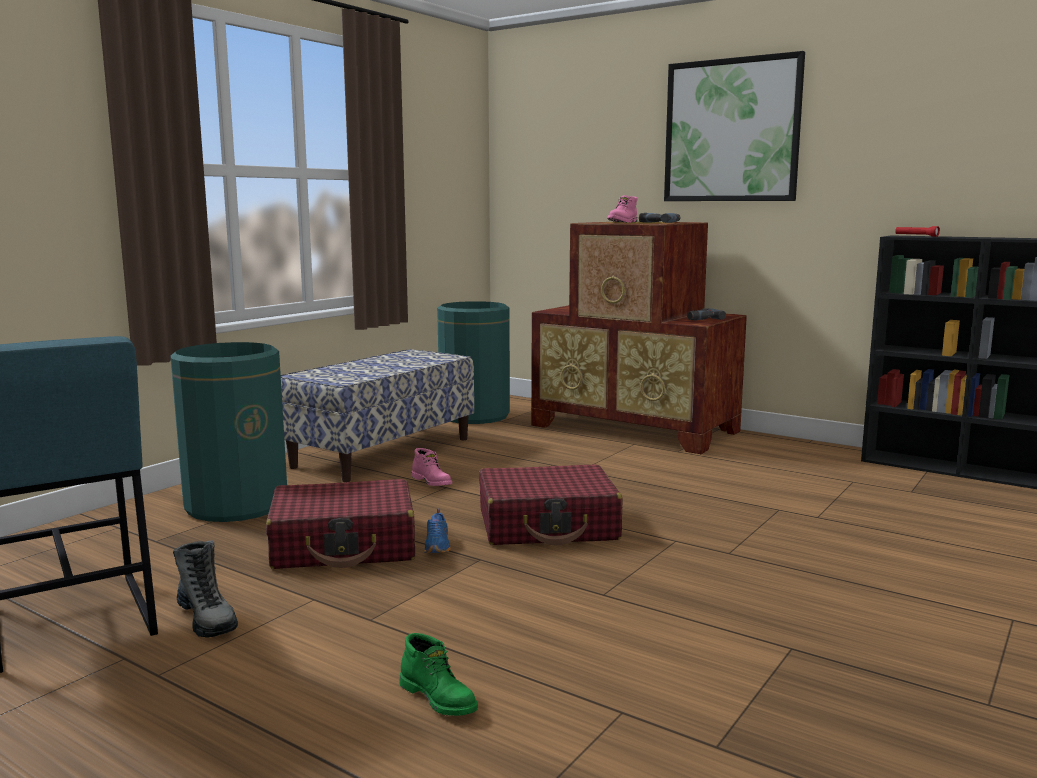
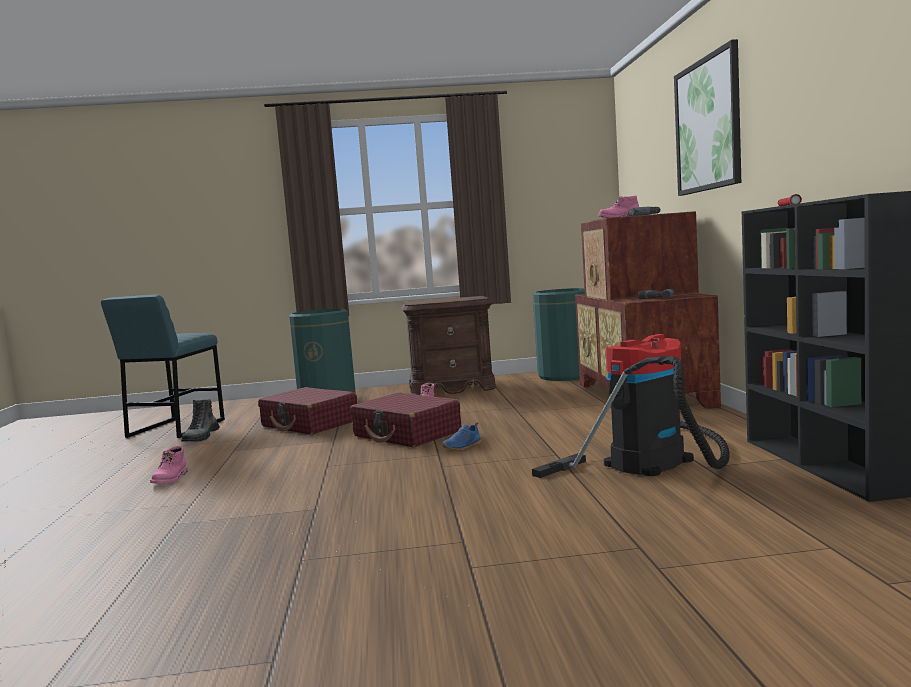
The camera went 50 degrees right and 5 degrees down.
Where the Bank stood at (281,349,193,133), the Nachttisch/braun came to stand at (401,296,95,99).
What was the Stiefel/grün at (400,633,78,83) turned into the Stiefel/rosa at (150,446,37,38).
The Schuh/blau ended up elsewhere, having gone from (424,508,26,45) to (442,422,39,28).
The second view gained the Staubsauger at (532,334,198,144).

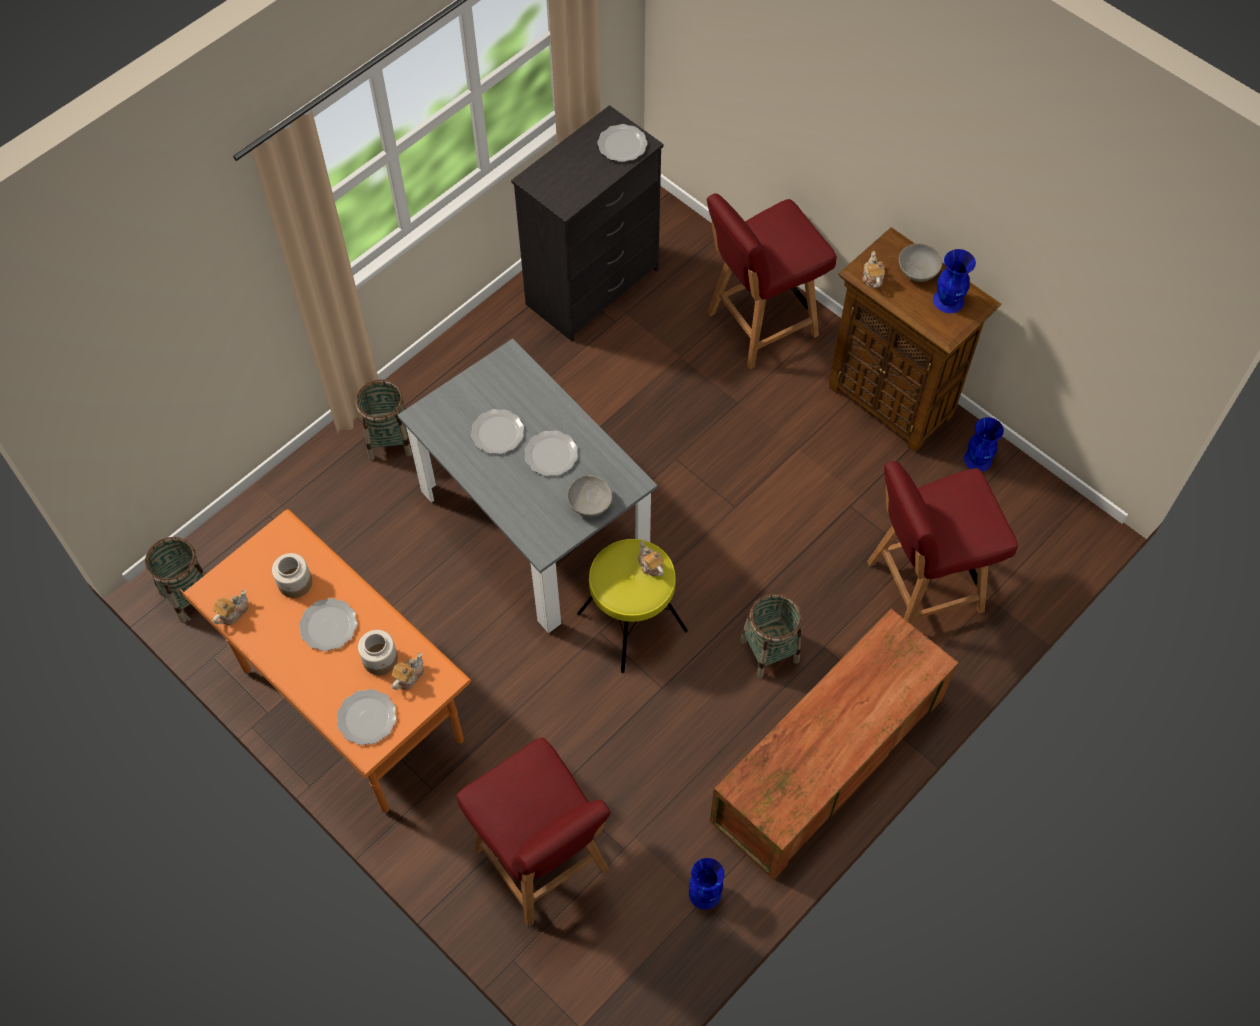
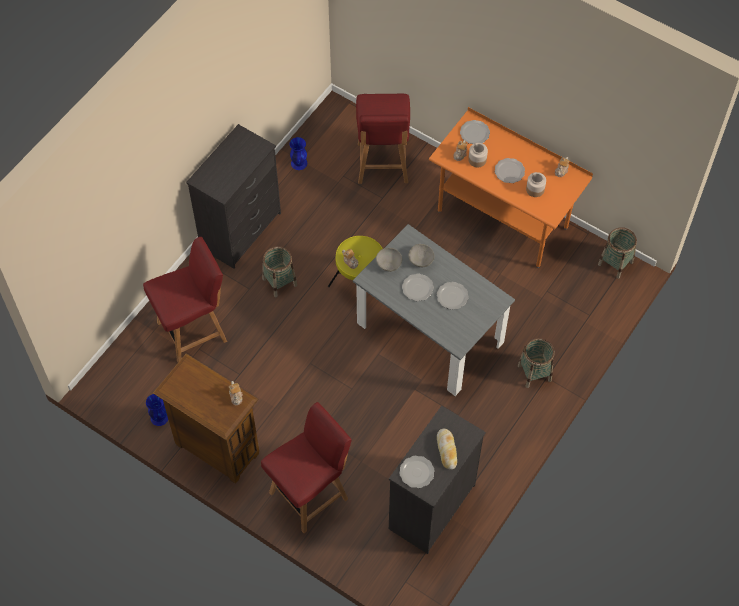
The camera went 170 degrees right and 0 degrees up.
The Stuhl/rot at (456,737,155,190) ended up facing another way, 135 degrees counterclockwise from before.
Where the Bank/braun stood at (710,609,249,271), the Kommode/schwarz came to stand at (186,124,95,145).
The Schüssel/grau ended up elsewhere, having gone from (899,243,43,39) to (408,244,26,23).
The second view lost the Vase/blau at (933,249,43,64).
The second view gained the Brot at (437,429,20,40).

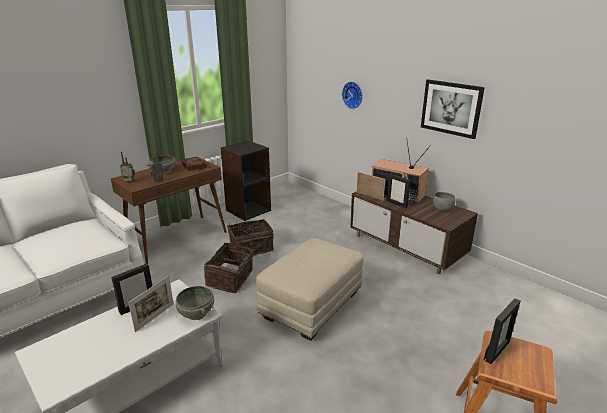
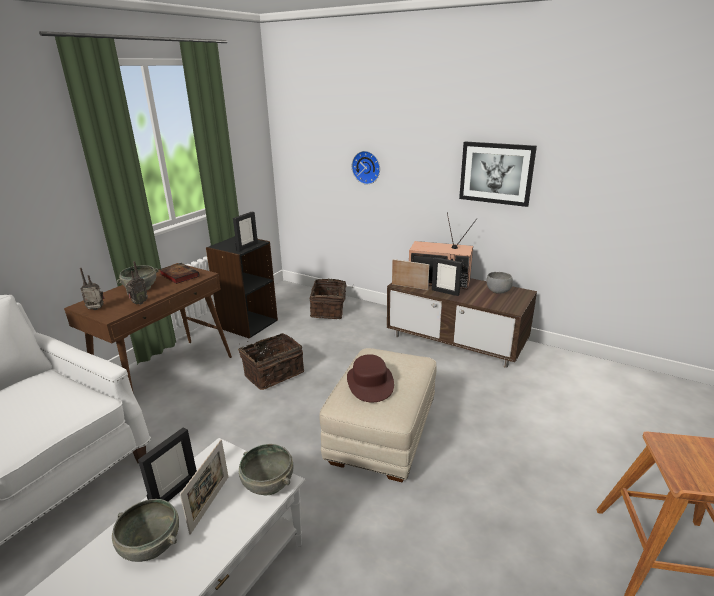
The camera went 15 degrees left and 0 degrees up.
The Korb ended up elsewhere, having gone from (204,243,58,50) to (309,278,38,41).
The Bilderrahmen ended up elsewhere, having gone from (484,298,37,66) to (233,212,25,39).
The second view gained the Schüssel/grau at (112,499,67,63).
The second view gained the Hut/braun at (347,354,47,48).

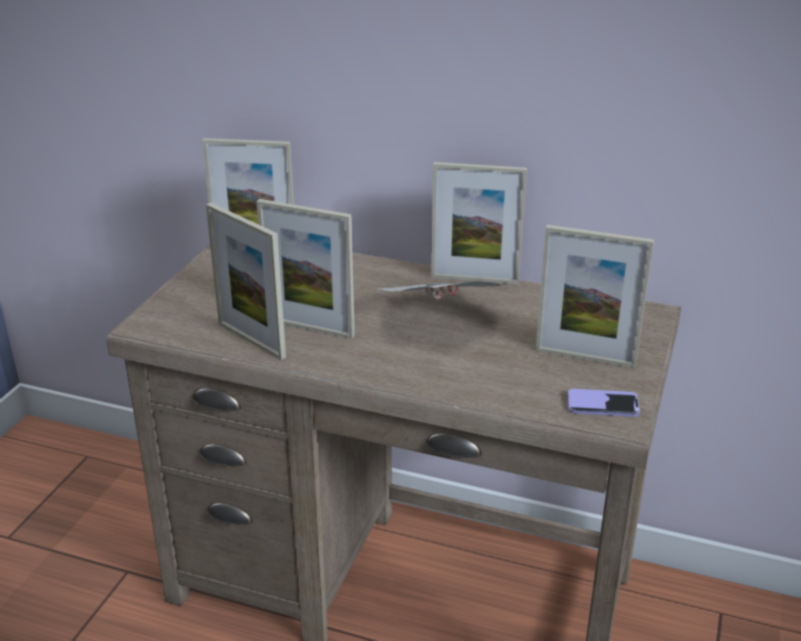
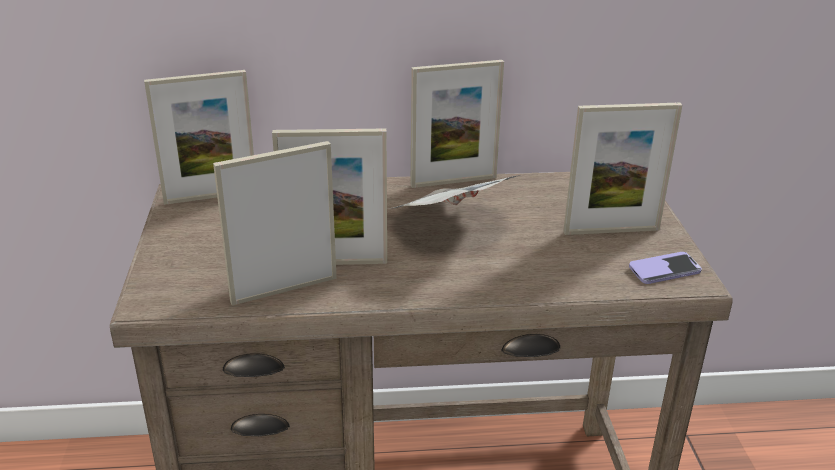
The camera went 25 degrees left and 0 degrees up.
The Bilderrahmen at (206,203,80,157) ended up facing another way, 135 degrees clockwise from before.

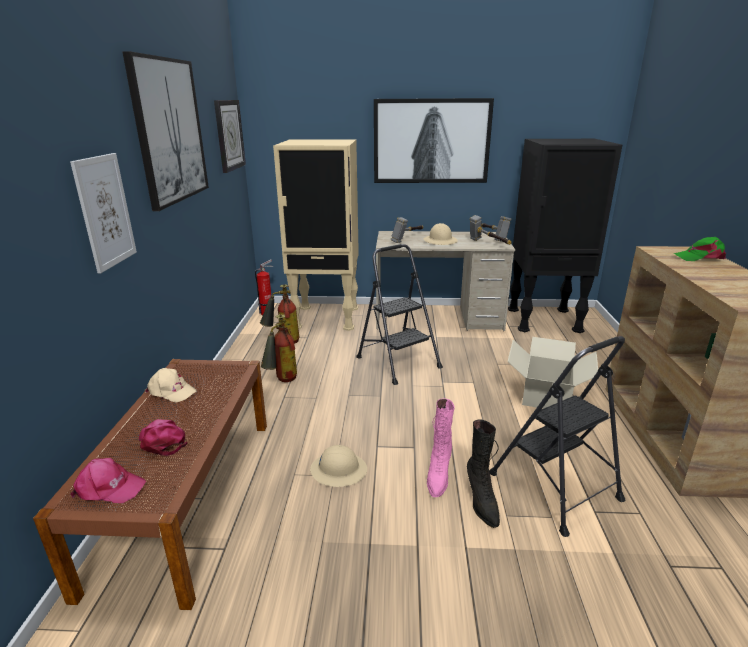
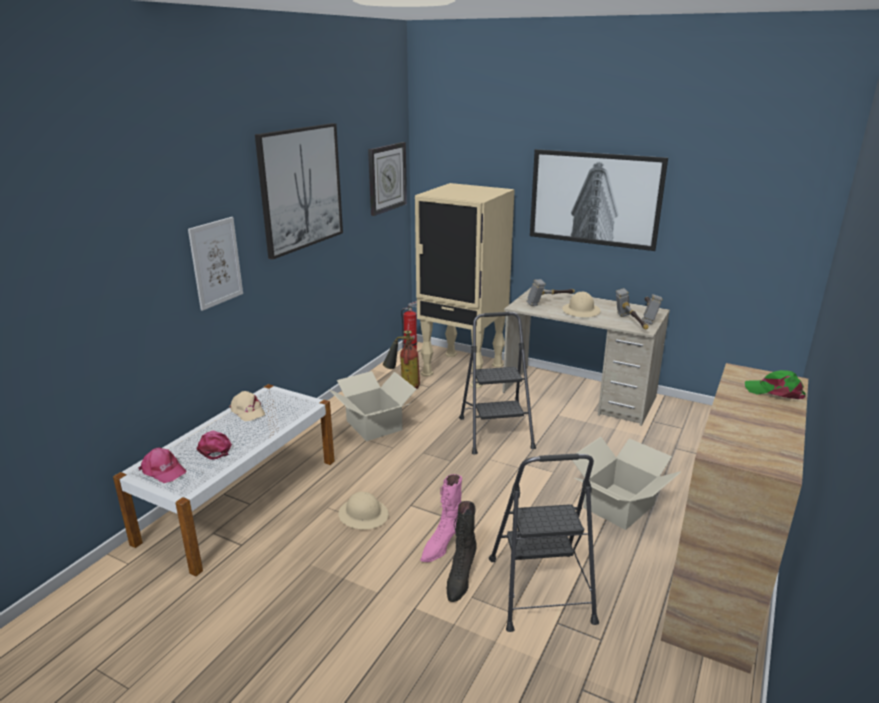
The camera went 25 degrees right and 0 degrees up.
What was the Bank/braun at (33,359,234,251) turned into the Bank/weiß at (113,384,222,193).
Where the Feuerlöscher stood at (261,314,36,68), the Karton came to stand at (329,371,87,70).
The second view lost the Schrank/schwarz at (508,139,114,194).

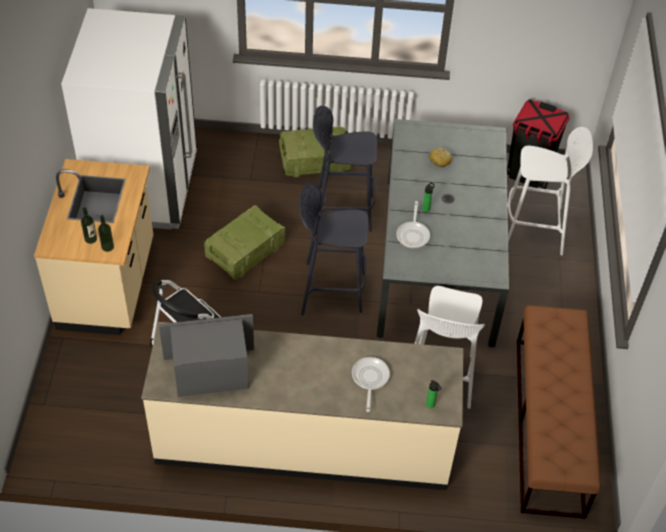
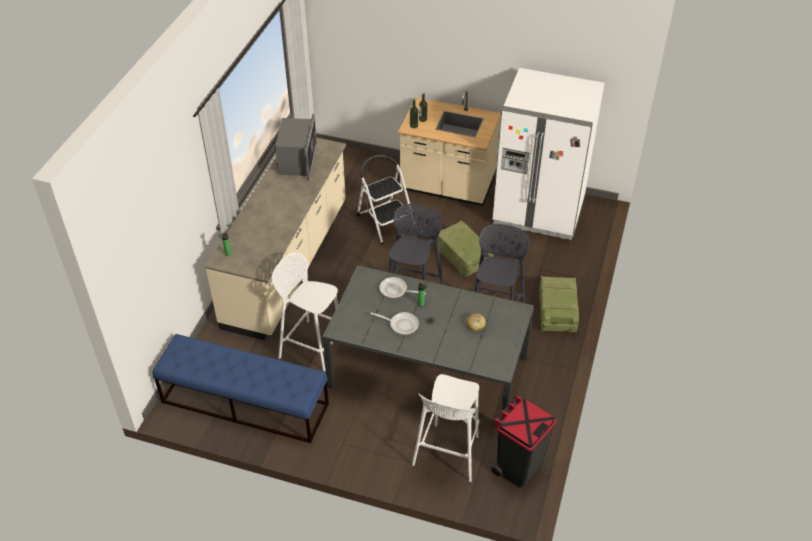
The camera went 105 degrees right and 5 degrees down.
The Pfanne ended up elsewhere, having gone from (352,357,38,55) to (371,312,48,23).
What was the Bank/braun at (517,305,84,214) turned into the Bank/blau at (152,334,177,109).

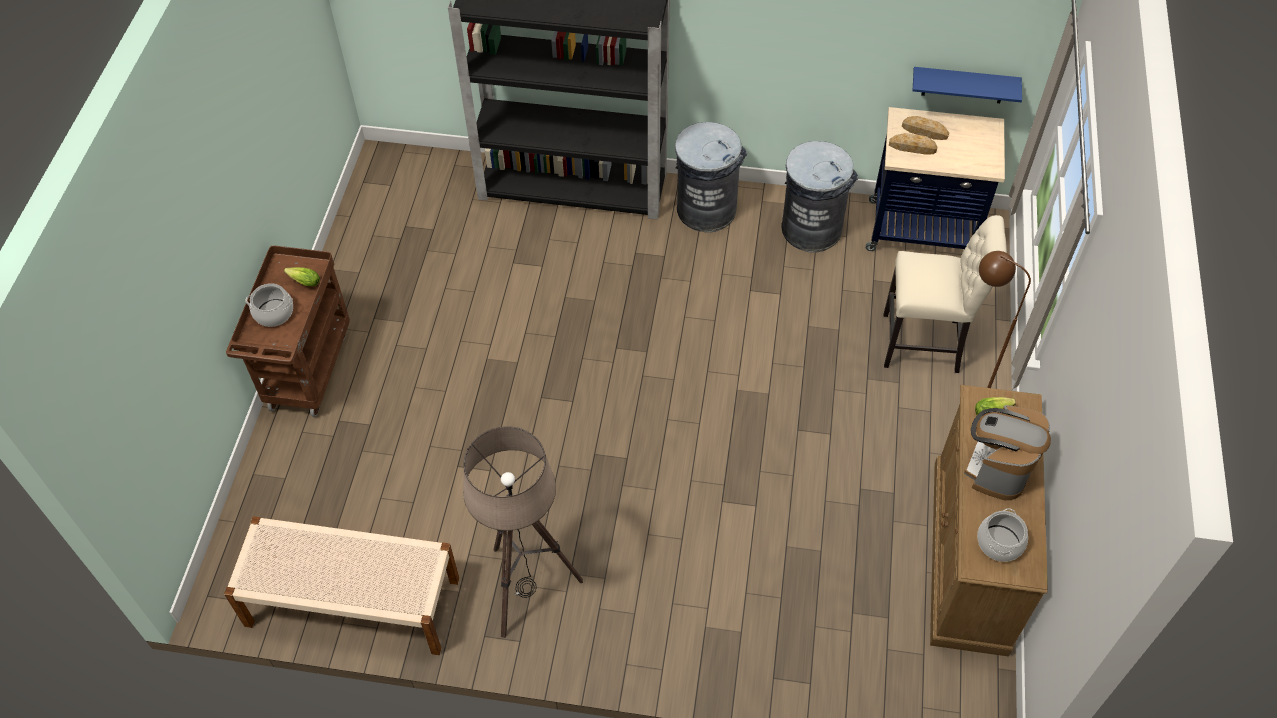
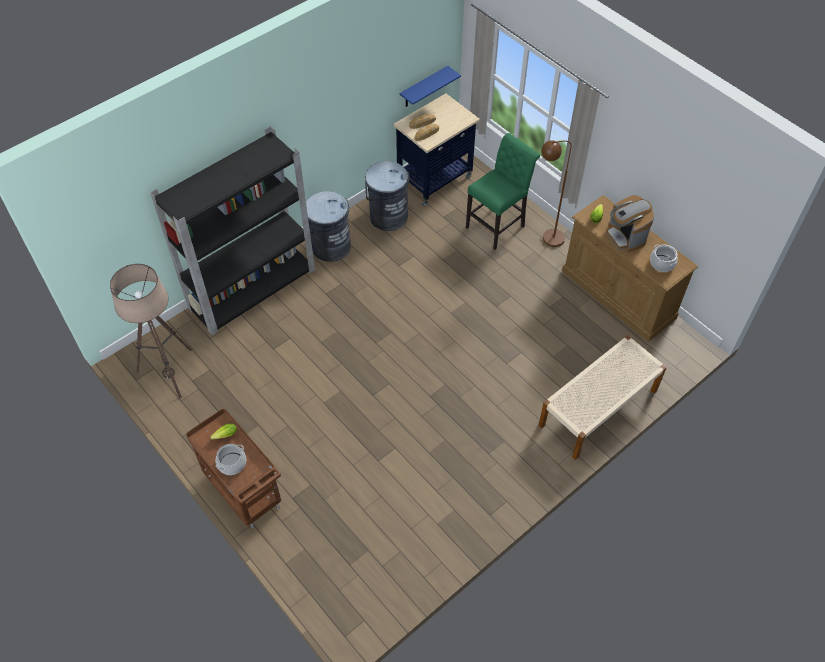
The camera went 50 degrees left and 0 degrees up.
The Bank/beige ended up elsewhere, having gone from (224,516,235,139) to (538,335,129,125).
The Stehlampe ended up elsewhere, having gone from (463,426,120,212) to (110,264,82,135).
What was the Hocker/beige at (883,215,124,158) turned into the Hocker/grün at (466,133,74,117).

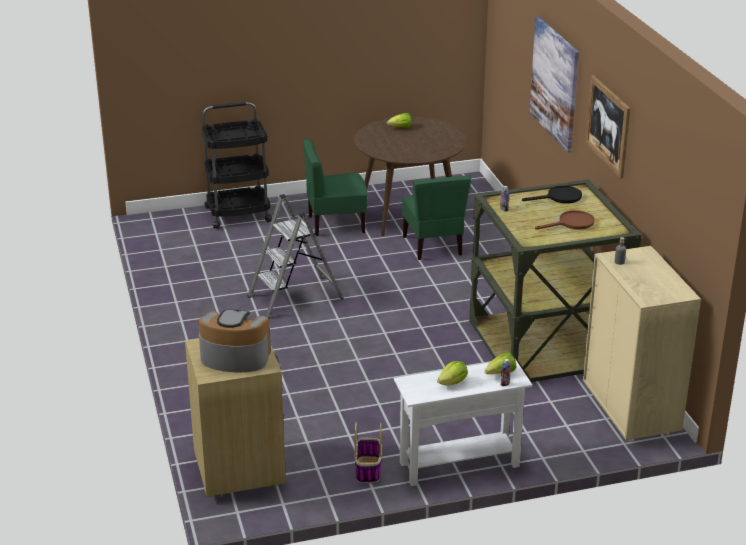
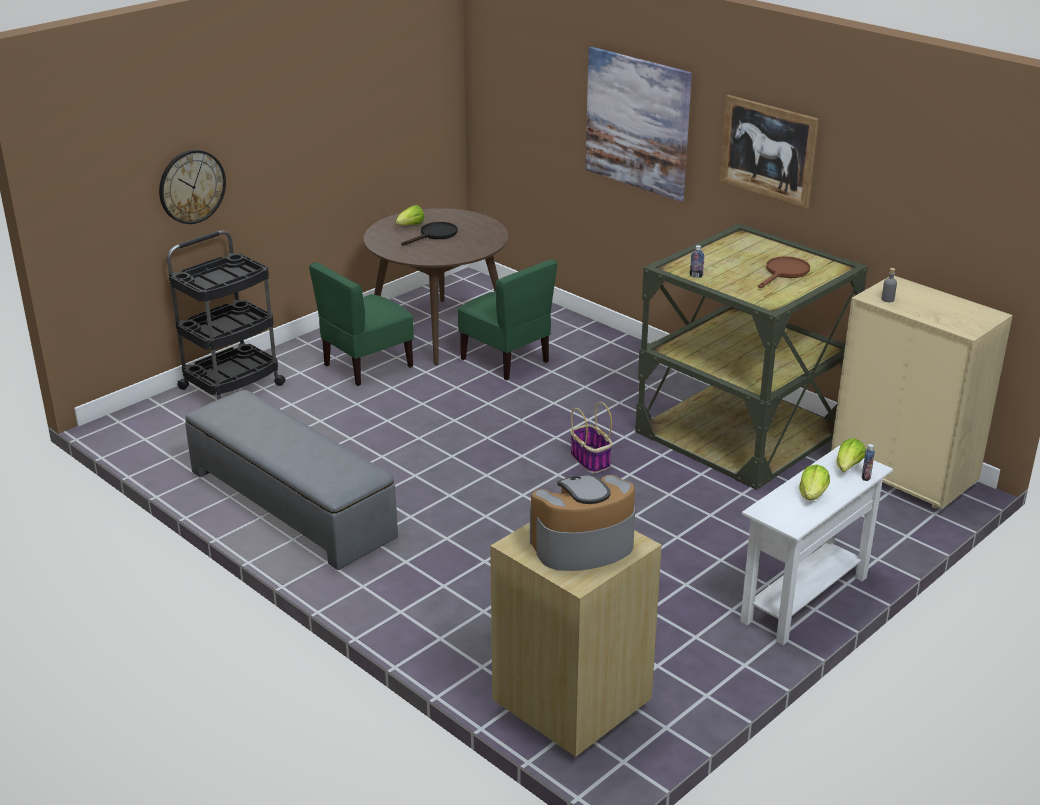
The camera went 30 degrees left and 0 degrees up.
The second view lost the Trittleiter/grau at (247,194,97,125).
The Korb ended up elsewhere, having gone from (354,422,28,61) to (570,402,42,71).
The Pfanne/schwarz ended up elsewhere, having gone from (522,186,60,18) to (401,222,56,24).
The second view gained the Wanduhr at (159,150,67,74).
The second view gained the Bank/grau at (185,390,213,180).

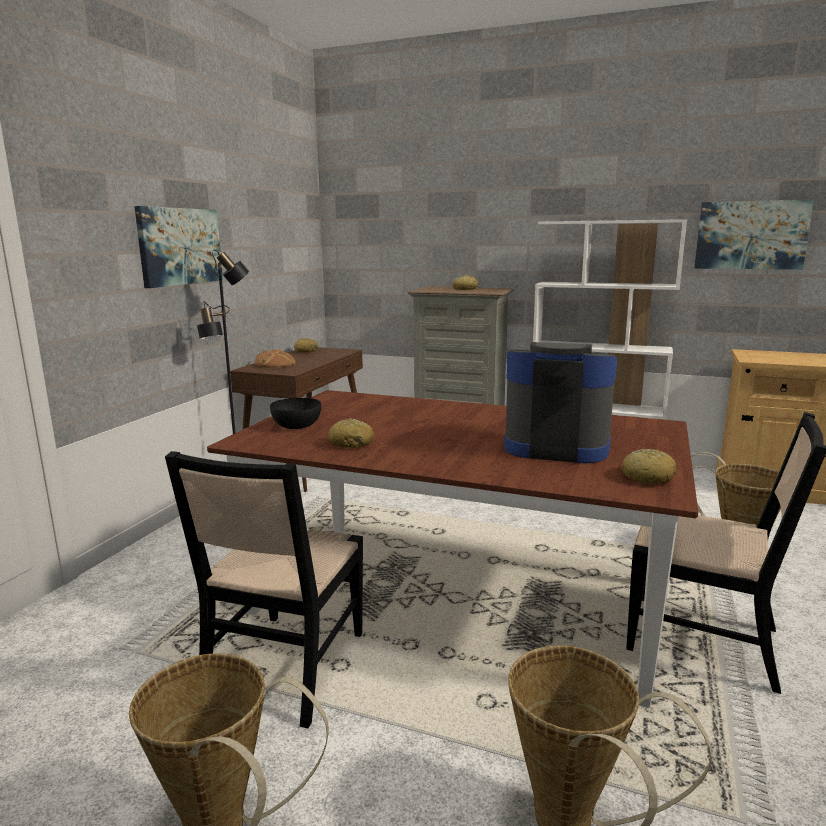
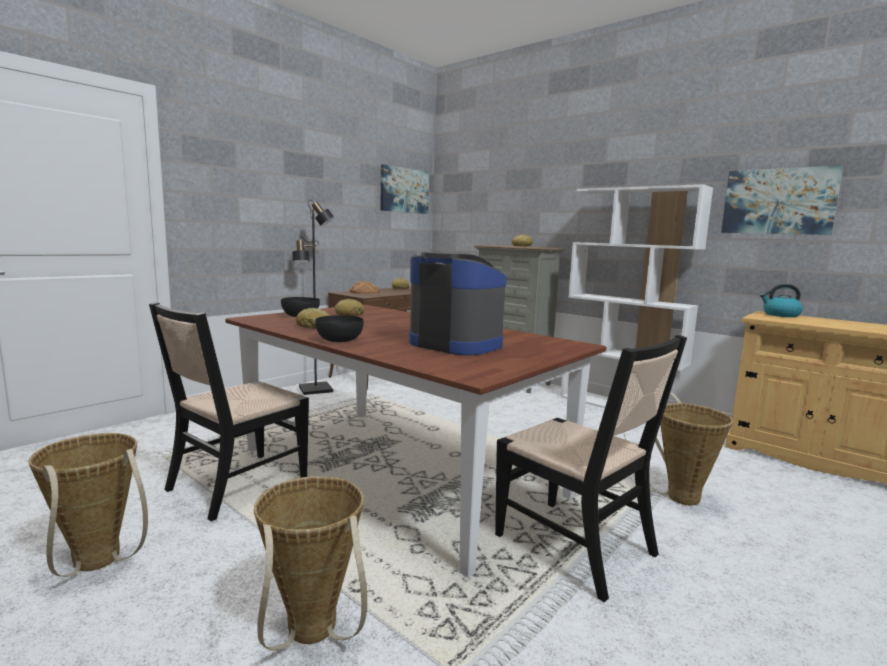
The camera went 20 degrees right and 5 degrees down.
The Bild ended up elsewhere, having gone from (134,206,89,82) to (380,164,49,50).
The Brot ended up elsewhere, having gone from (622,449,54,35) to (335,299,29,17).
The second view gained the Schüssel/schwarz at (315,315,49,27).
The second view gained the Wasserkessel at (760,284,43,33).

